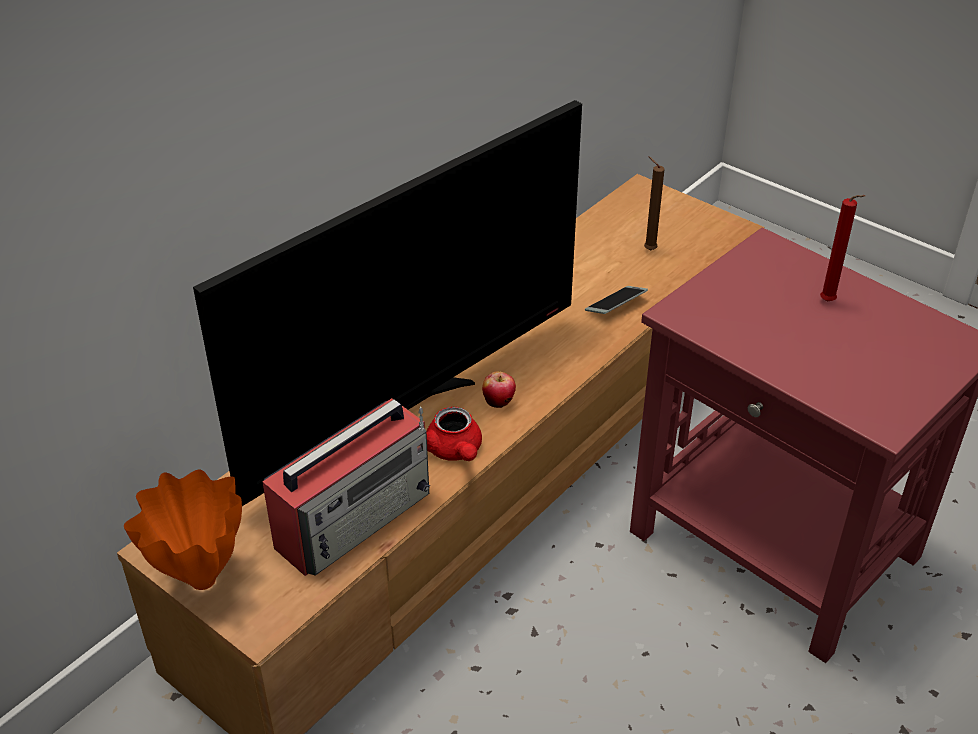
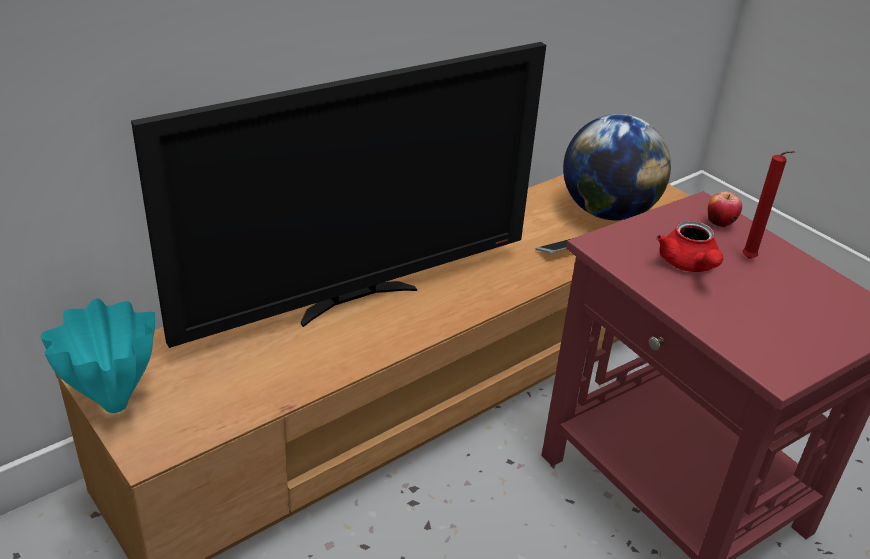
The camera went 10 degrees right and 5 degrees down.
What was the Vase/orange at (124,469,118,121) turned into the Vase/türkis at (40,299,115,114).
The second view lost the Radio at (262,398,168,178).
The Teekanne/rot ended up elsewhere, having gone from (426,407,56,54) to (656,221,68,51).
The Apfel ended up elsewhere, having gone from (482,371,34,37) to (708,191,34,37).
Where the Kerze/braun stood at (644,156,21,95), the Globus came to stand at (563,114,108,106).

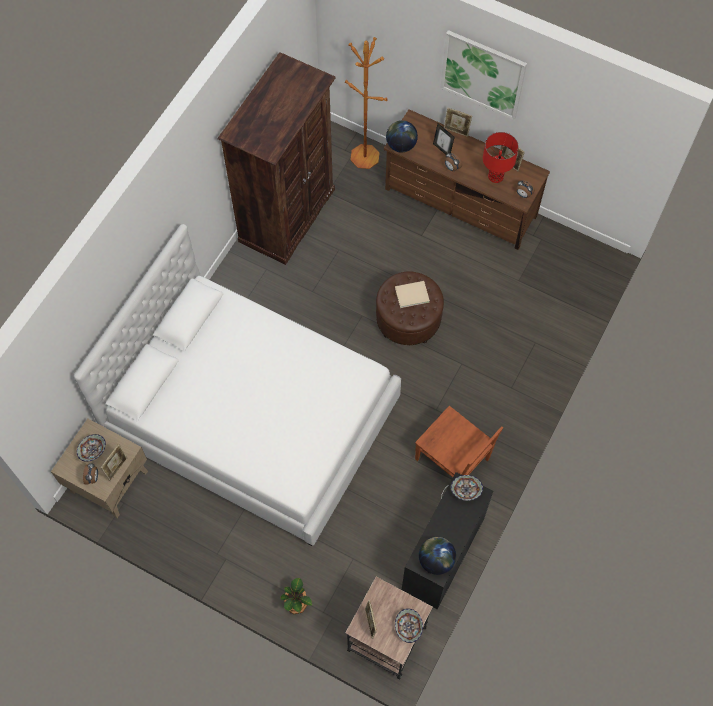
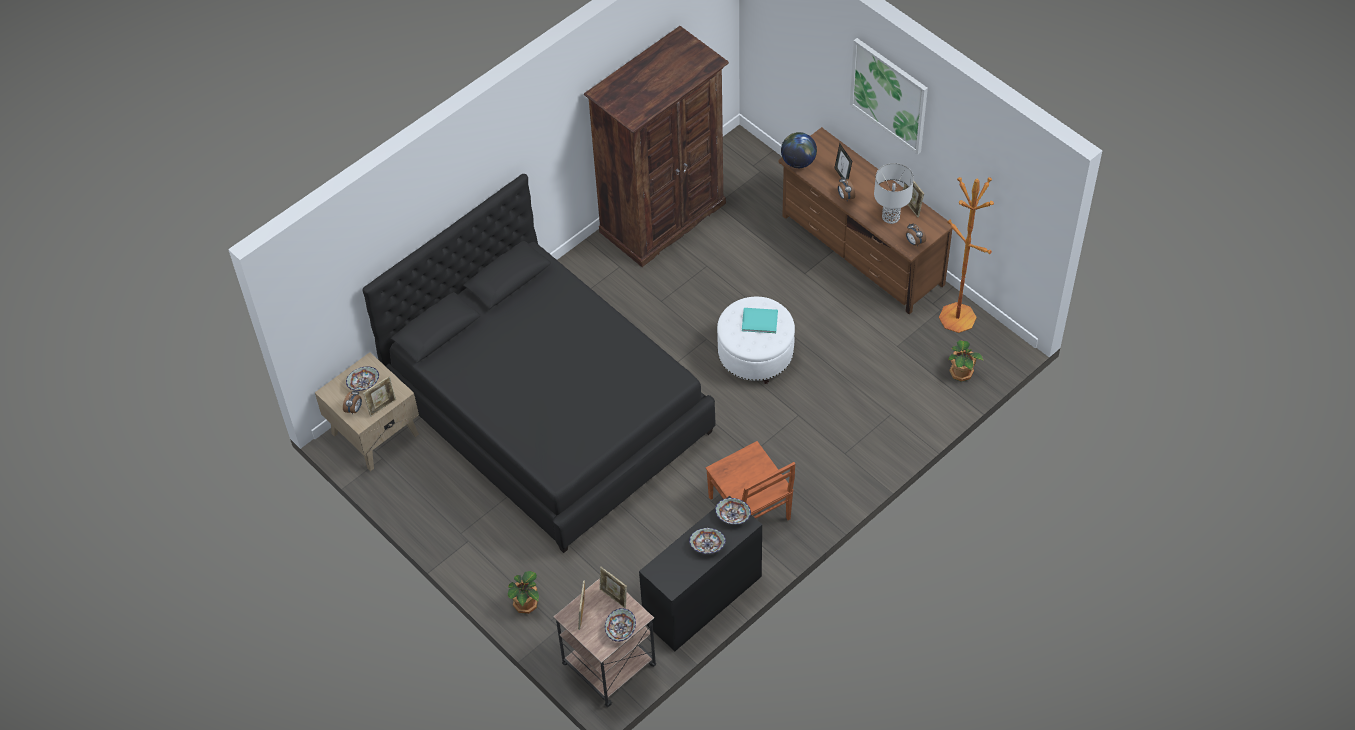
The camera went 20 degrees right and 10 degrees down.
What was the Bett/weiß at (74,224,327,322) turned into the Bett/schwarz at (362,174,354,379).
The Kleiderständer/orange ended up elsewhere, having gone from (345,37,43,132) to (939,177,55,156).
What was the Polsterhocker/braun at (376,271,68,74) turned into the Polsterhocker/weiß at (717,297,78,87).
What was the Buch/beige at (395,281,35,27) turned into the Buch/türkis at (742,308,36,25).
The second view lost the Globus at (419,537,37,38).
The Bilderrahmen ended up elsewhere, having gone from (444,108,28,29) to (599,567,28,41).
What was the Tischlampe/rot at (483,132,36,51) turned into the Tischlampe/weiß at (874,163,40,61).
The second view gained the Schüssel at (689,528,37,26).
The second view gained the Topfpflanze at (948,340,35,42).

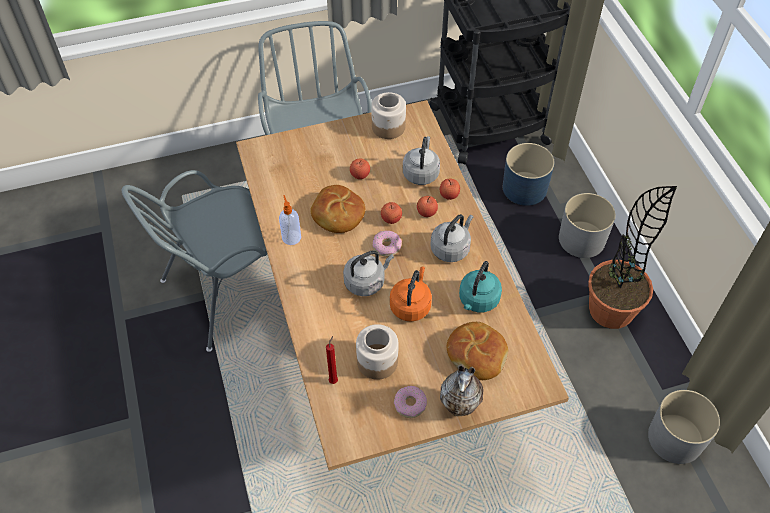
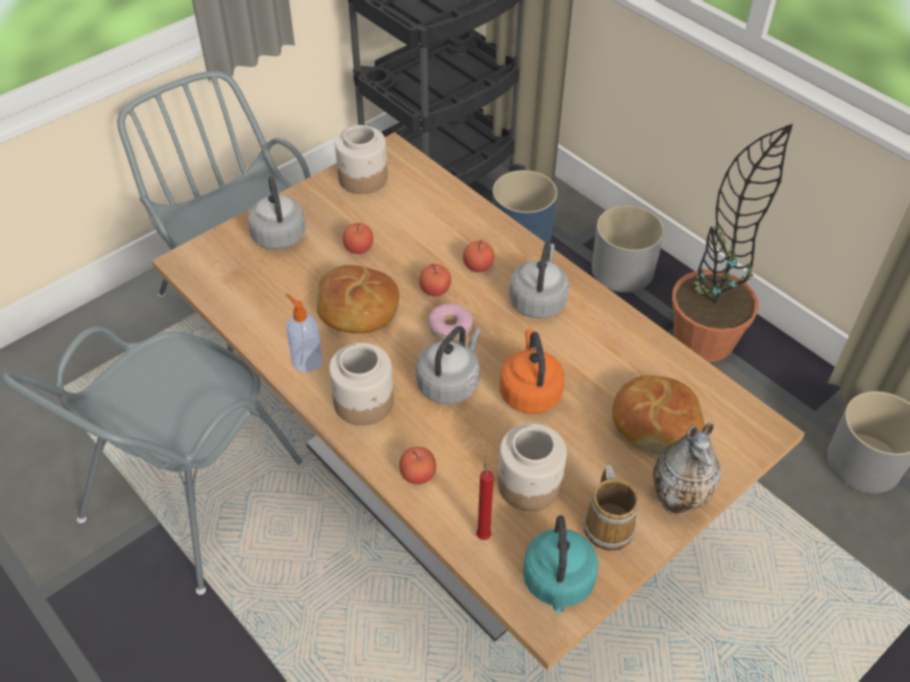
The camera went 25 degrees left and 5 degrees down.
Where the Donut stood at (394,386,33,32), the Henkelbecher came to stand at (584,465,55,86).
The Wasserkessel/grau ended up elsewhere, having gone from (403,136,37,49) to (248,176,57,74).
The Apfel ended up elsewhere, having gone from (440,179,20,21) to (399,447,37,37).
The Wasserkessel/türkis ended up elsewhere, having gone from (459,261,43,51) to (523,515,75,98).
The second view gained the Vorratsglas at (329,343,65,83).

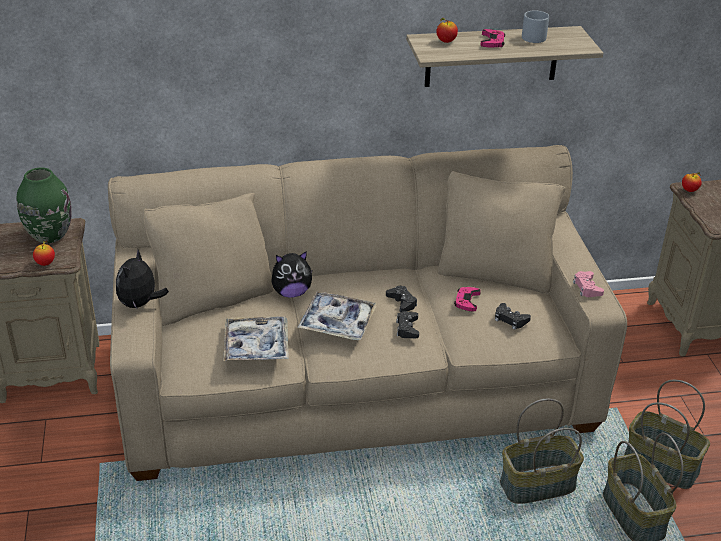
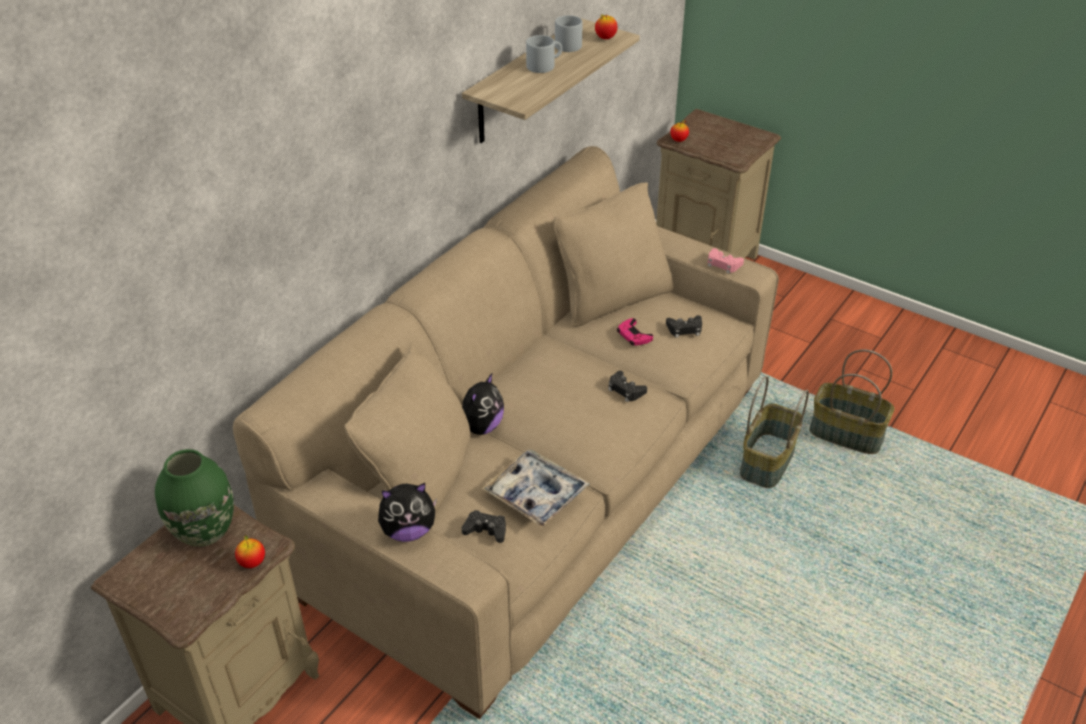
The camera went 45 degrees left and 5 degrees up.
The Plüschtier at (116,250,53,59) ended up facing another way, 75 degrees counterclockwise from before.
The second view lost the Tablett at (297,292,81,48).
The Gamepad/schwarz ended up elsewhere, having gone from (386,286,31,26) to (462,510,44,33).
The Apfel ended up elsewhere, having gone from (436,18,22,25) to (595,14,23,25).
Where the Gamepad/rosa stood at (480,29,25,19), the Henkelbecher/grau came to stand at (526,35,36,38).
The second view lost the Korb at (624,380,86,109).

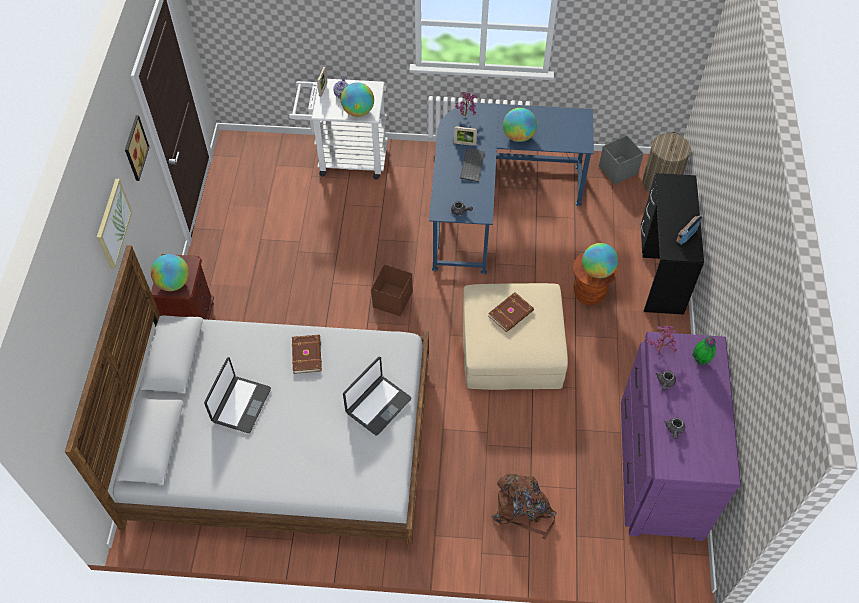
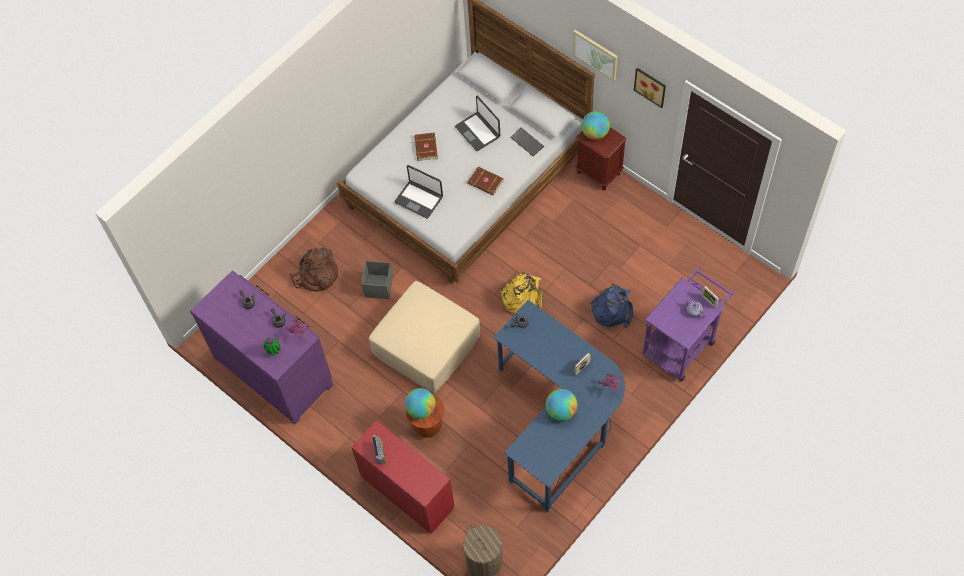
The camera went 130 degrees right and 5 degrees up.
What was the Rollwagen/weiß at (289,79,99,101) turned into the Rollwagen/lila at (643,267,91,114).
The second view lost the Globus at (341,82,33,35).
The Laptop at (343,357,68,79) ended up facing another way, 45 degrees counterclockwise from before.
Where the Aufbewahrungsbox/braun stood at (371,264,42,52), the Rucksack/gelb came to stand at (499,272,43,42).
The Tastatur ended up elsewhere, having gone from (460,148,25,34) to (510,128,34,28).
The Buch/braun ended up elsewhere, having gone from (488,292,46,40) to (414,132,24,29).
The Aufbewahrungsbox/grau ended up elsewhere, having gone from (599,135,45,50) to (361,261,32,38).
What was the Schreibtisch/schwarz at (641,173,63,142) turned into the Schreibtisch/rot at (351,420,103,114).
The second view gained the Rucksack/blau at (589,284,44,44).

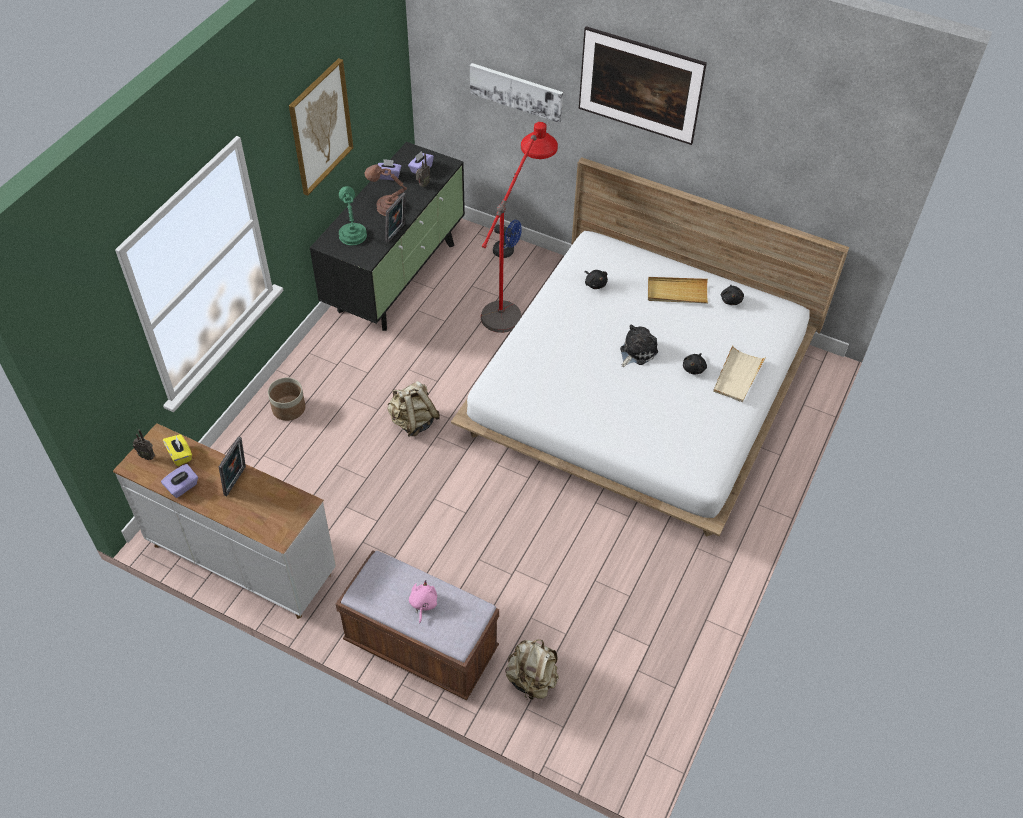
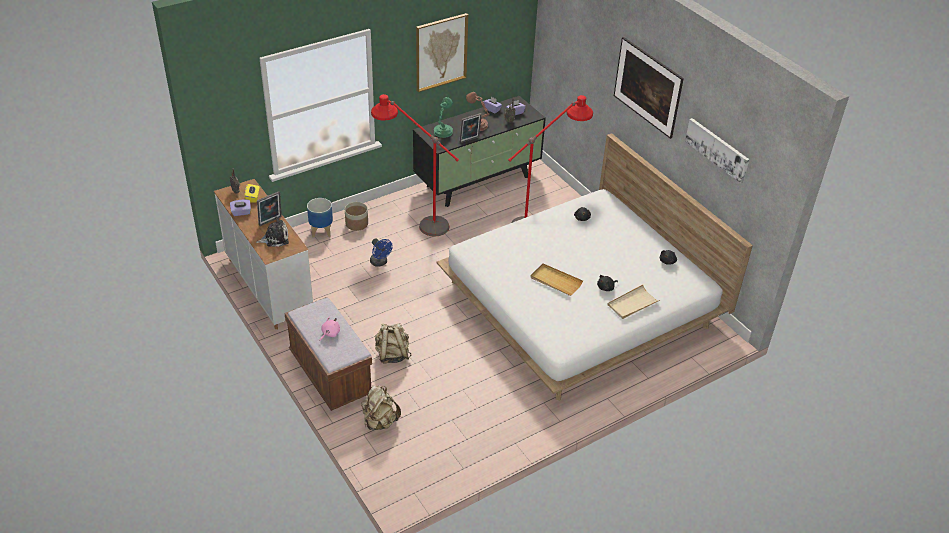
The camera went 30 degrees right and 10 degrees down.
The Rucksack/beige ended up elsewhere, having gone from (388,381,52,56) to (375,323,36,41).
The Bild ended up elsewhere, having gone from (470,63,93,60) to (685,118,64,65).
The Ventilator/blau ended up elsewhere, having gone from (493,220,29,38) to (370,238,23,29).
The Plüschtier ended up elsewhere, having gone from (620,325,38,42) to (256,216,33,31).
The Tablett/beige ended up elsewhere, having gone from (648,277,60,27) to (530,264,53,32).
The second view gained the Pflanzkübel at (307,198,26,40).
The second view gained the Stehlampe/rot at (371,94,88,142).

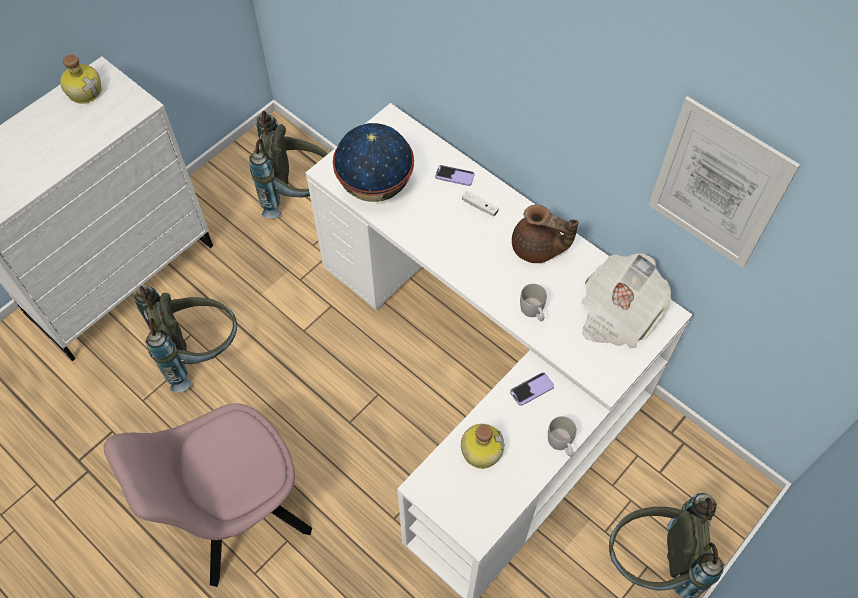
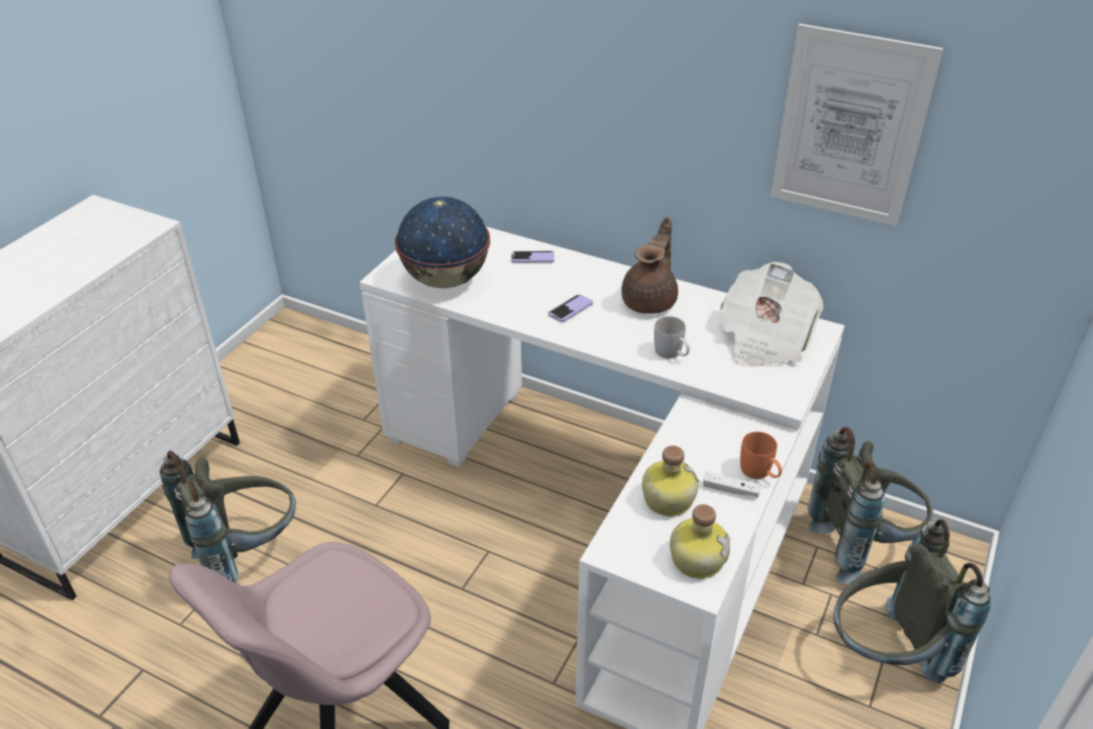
The camera went 15 degrees left and 20 degrees down.
The Flasche ended up elsewhere, having gone from (60,54,42,50) to (670,504,60,75).
The Rucksack/grau ended up elsewhere, having gone from (249,111,79,107) to (808,427,125,157).
The Gamepad/weiß ended up elsewhere, having gone from (462,191,37,26) to (703,472,58,26).
The Handy ended up elsewhere, having gone from (510,372,44,34) to (548,295,45,27).
The Teekanne/braun at (512,204,67,59) ended up facing another way, 75 degrees counterclockwise from before.
What was the Henkelbecher/weiß at (548,416,29,41) turned into the Henkelbecher/orange at (740,432,42,47).

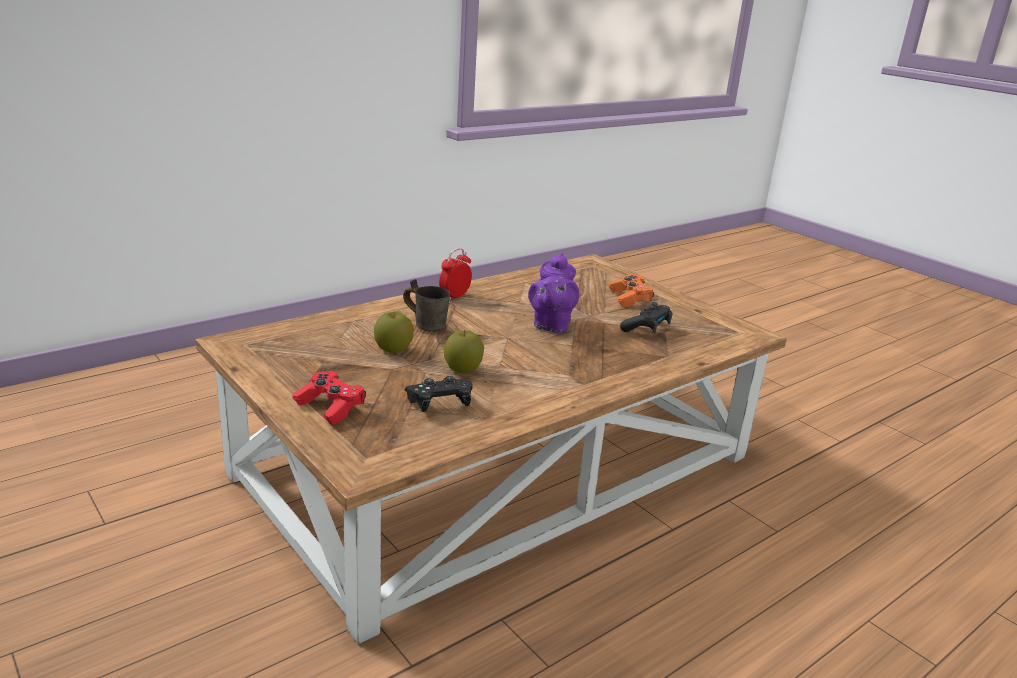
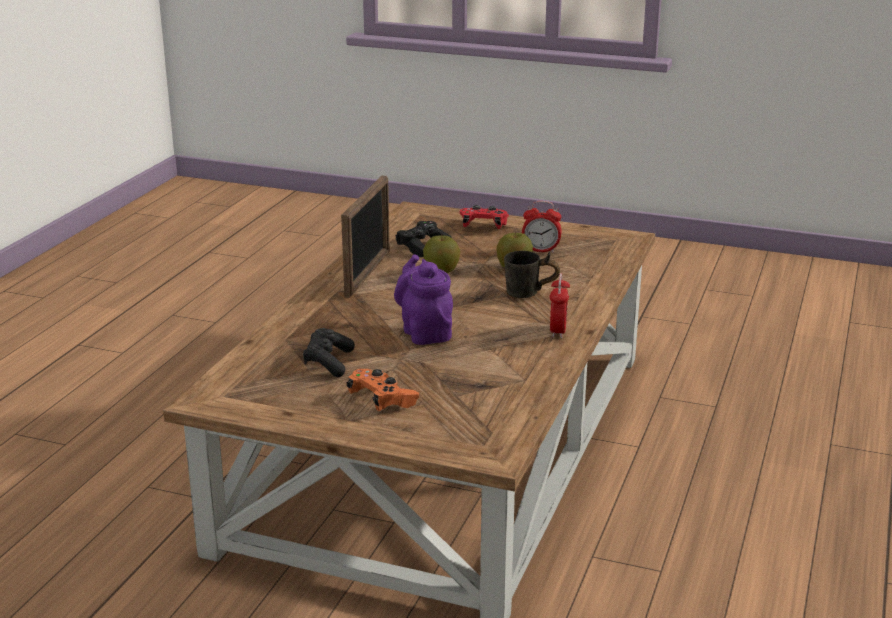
The camera went 150 degrees right and 0 degrees up.
The second view gained the Bilderrahmen at (341,175,49,123).
The second view gained the Wecker at (522,201,40,52).

